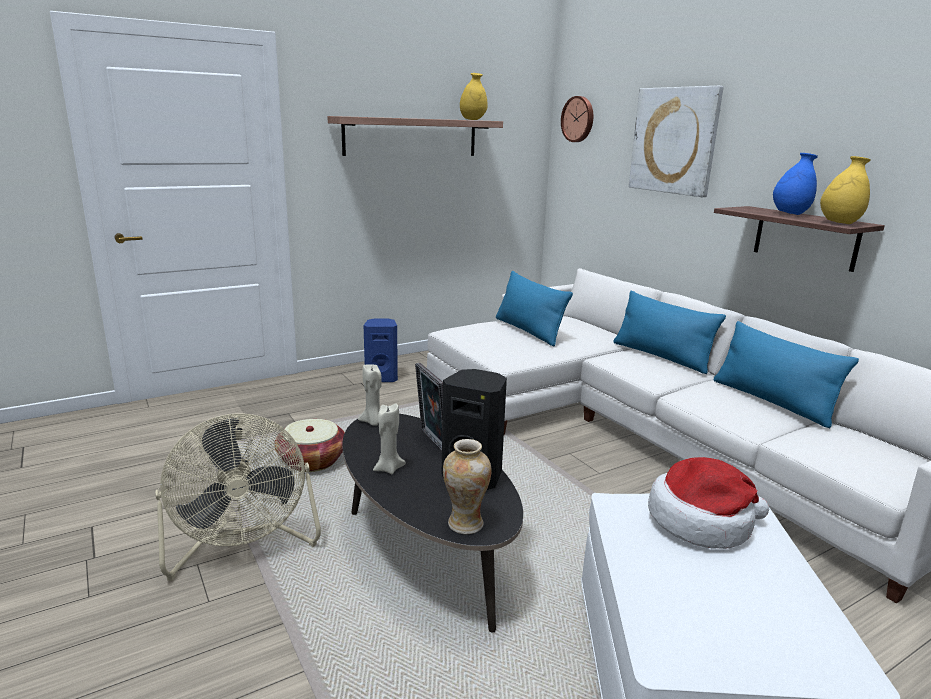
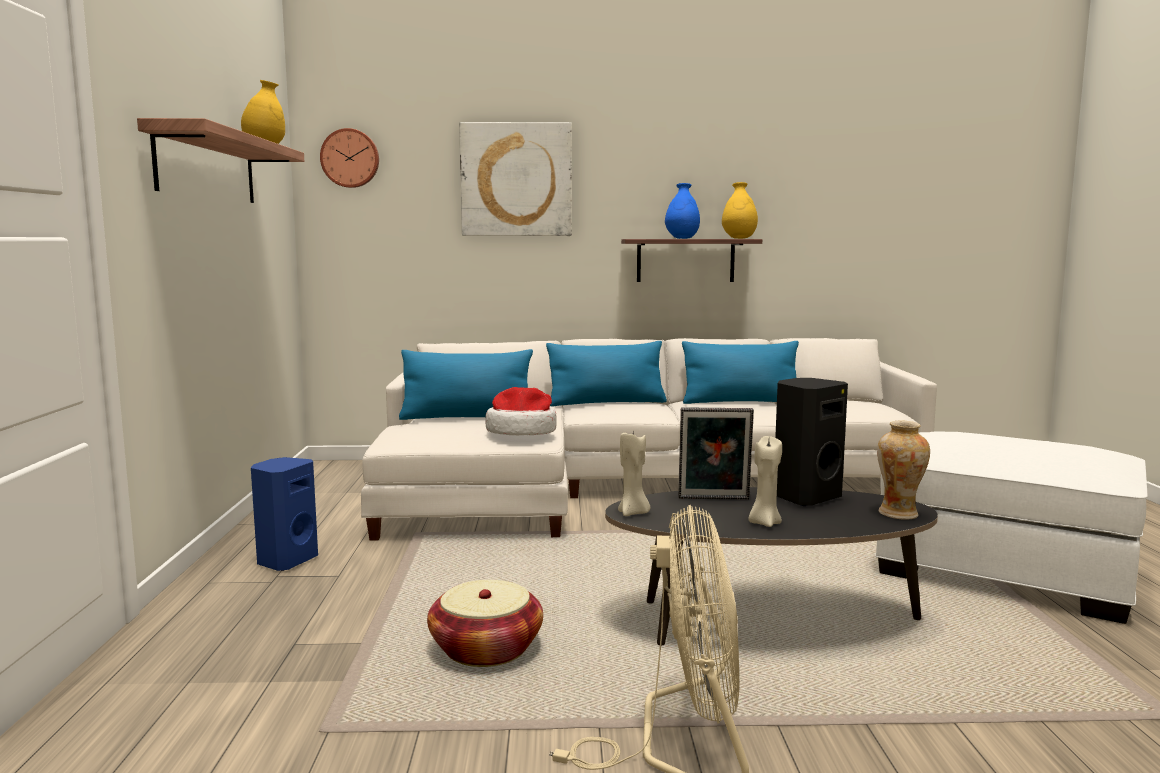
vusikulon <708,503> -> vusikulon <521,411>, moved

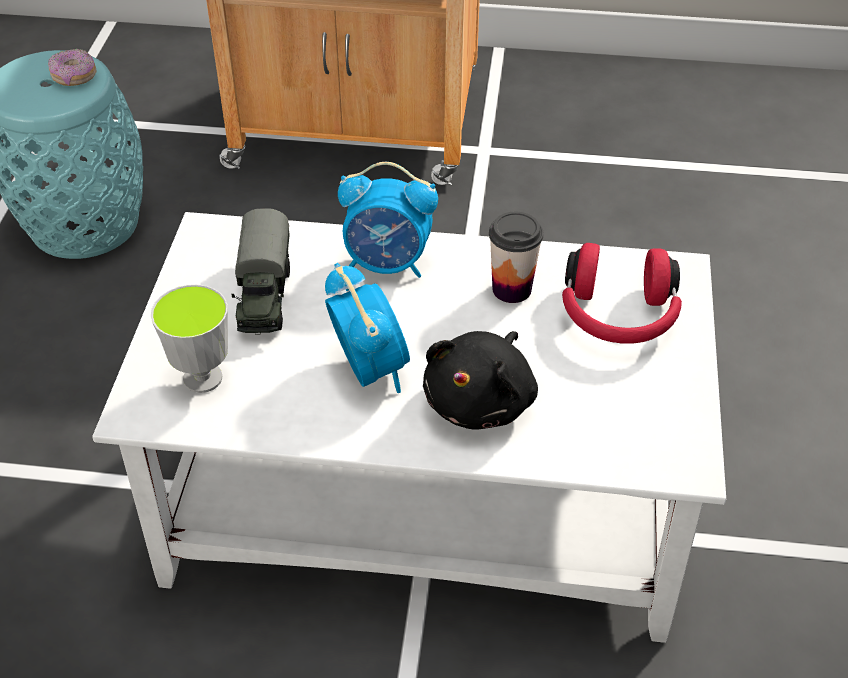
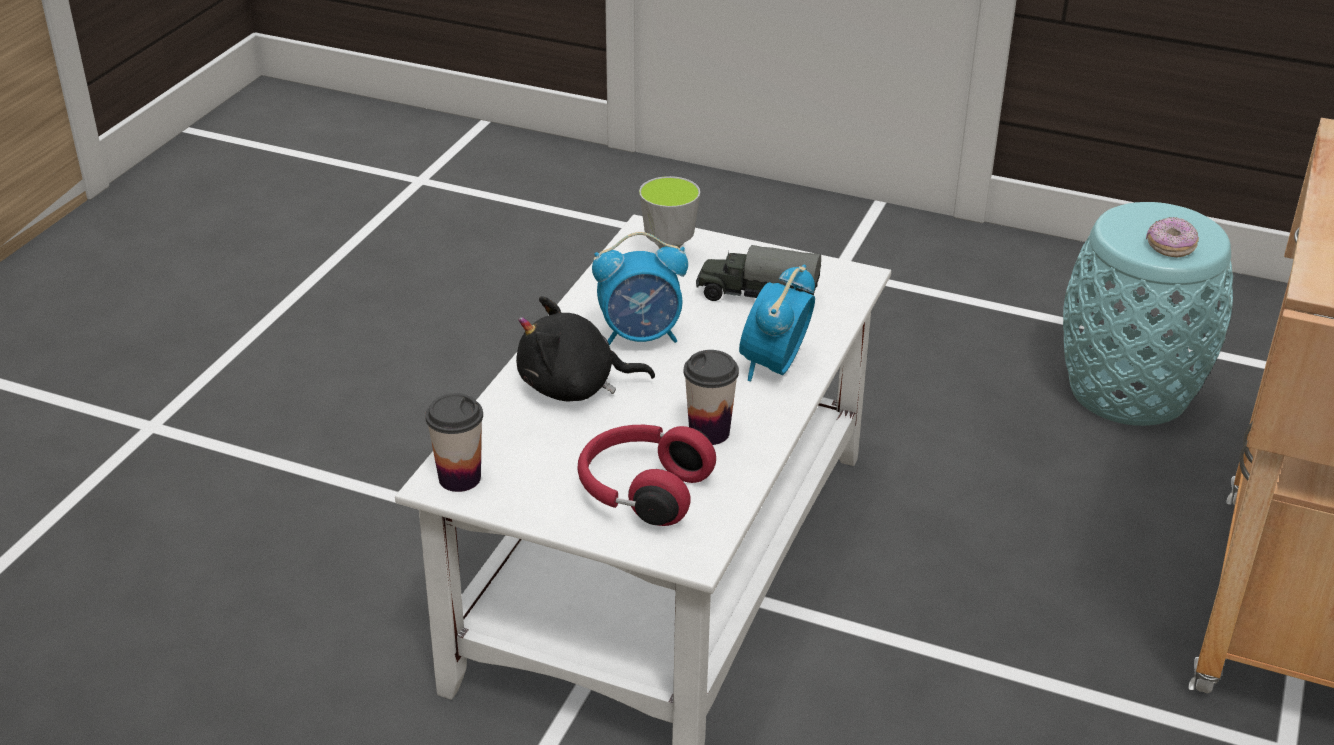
none -> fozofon <454,442>
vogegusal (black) <480,380> -> vogegusal (black) <585,348>, 45 degrees counterclockwise

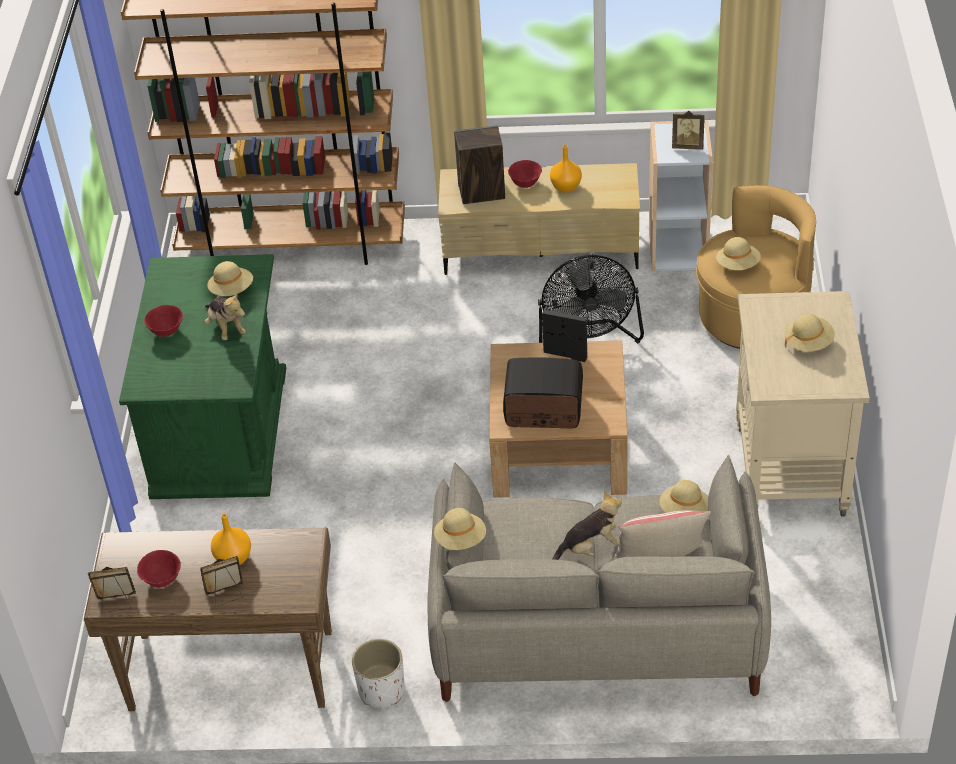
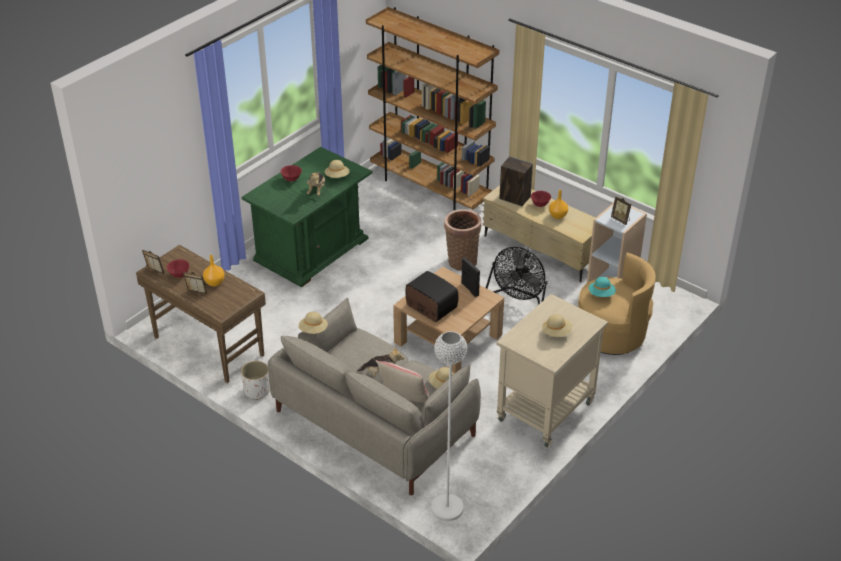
none -> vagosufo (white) <449,426>
none -> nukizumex <462,240>
vusikulon (beige) <738,253> -> vusikulon (turquoise) <602,287>

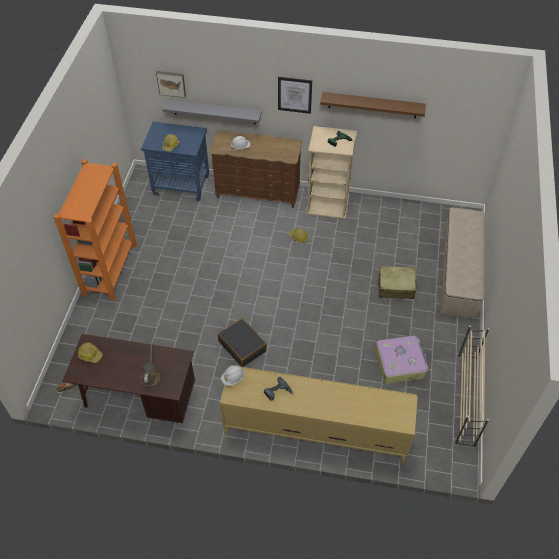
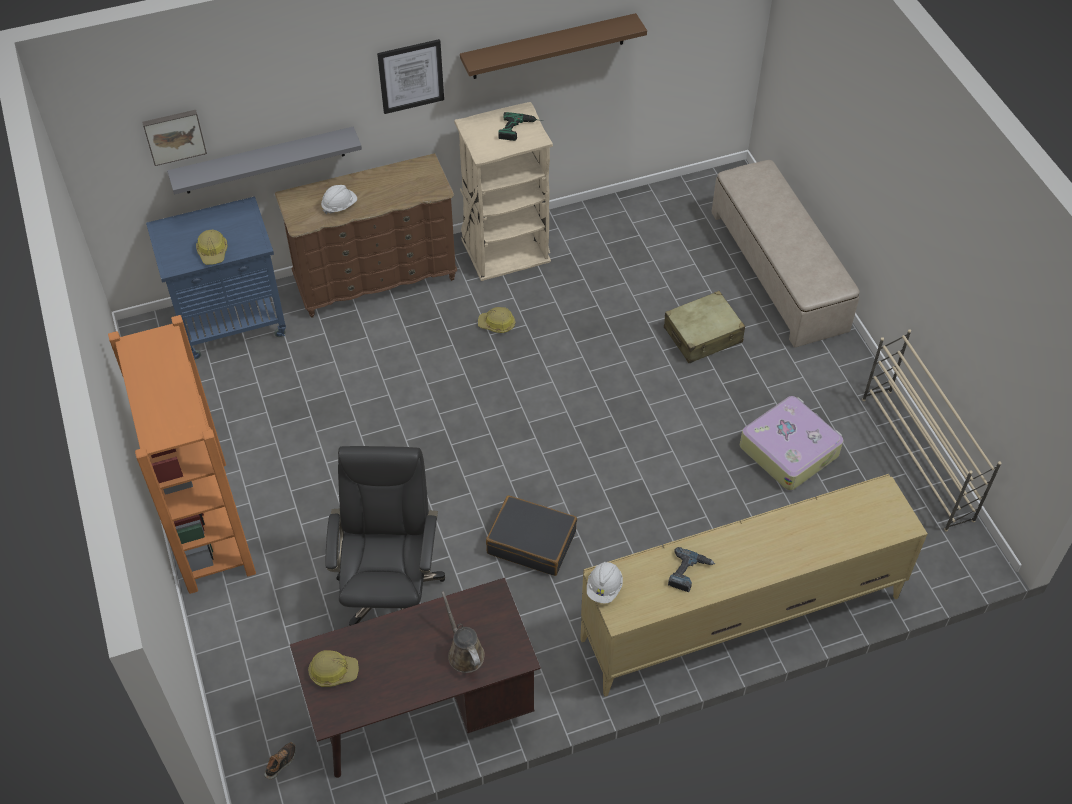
none -> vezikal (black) <385,536>

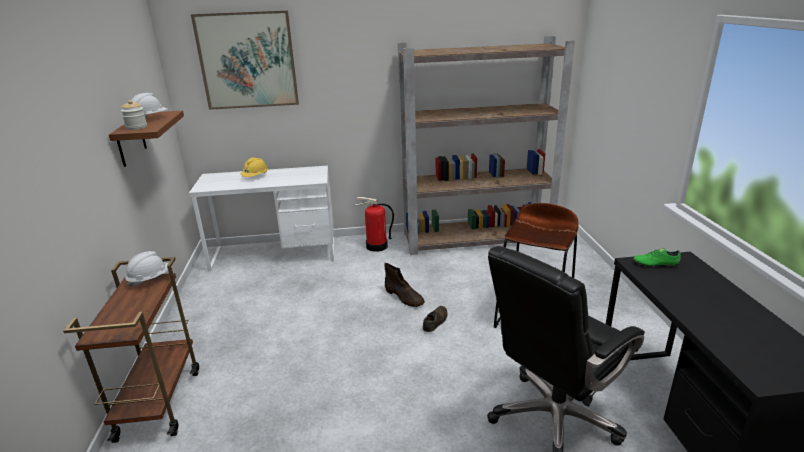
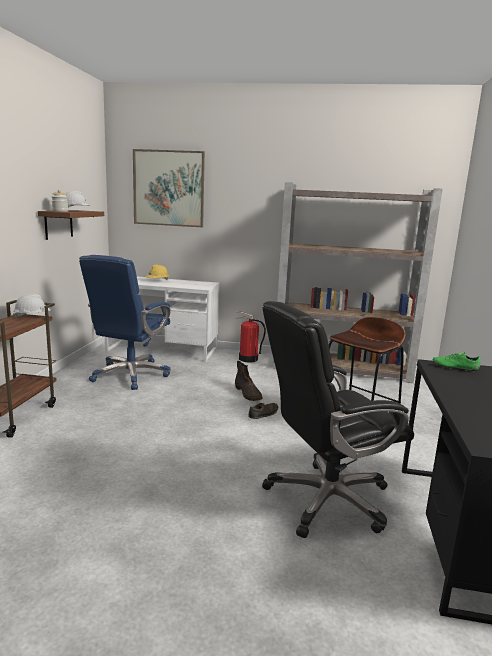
none -> vezikal (blue) <125,322>

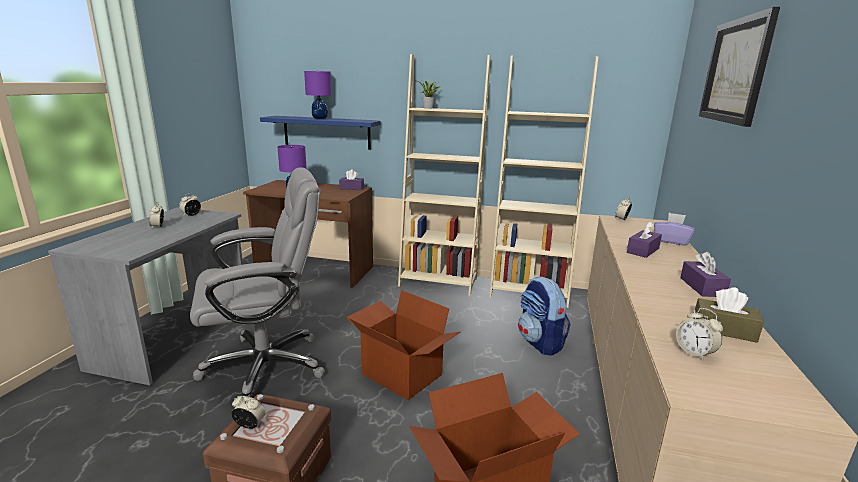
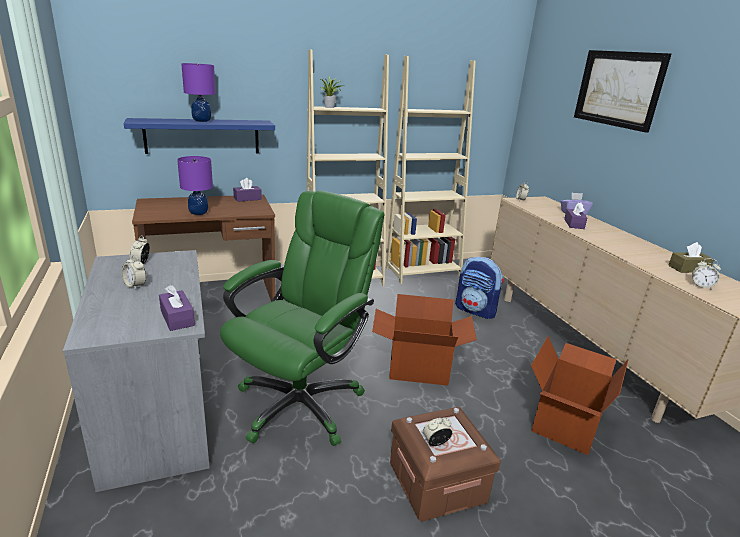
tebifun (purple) <705,274> -> tebifun (purple) <177,308>, moved
vezikal (grey) <257,282> -> vezikal (green) <302,318>

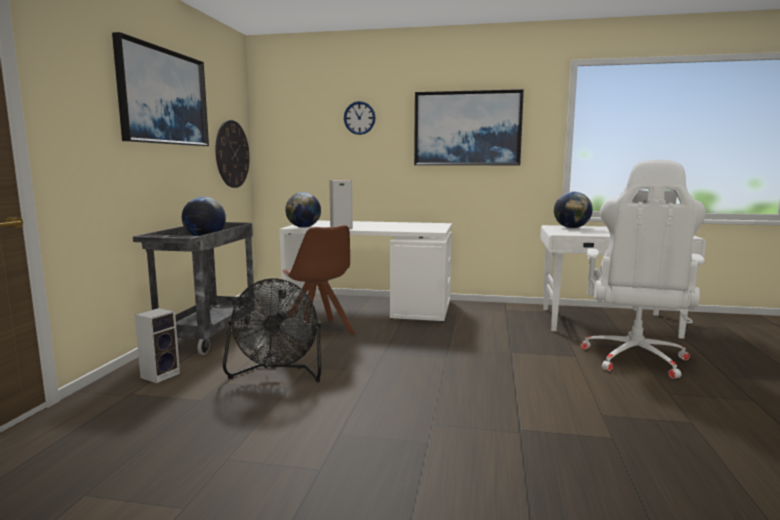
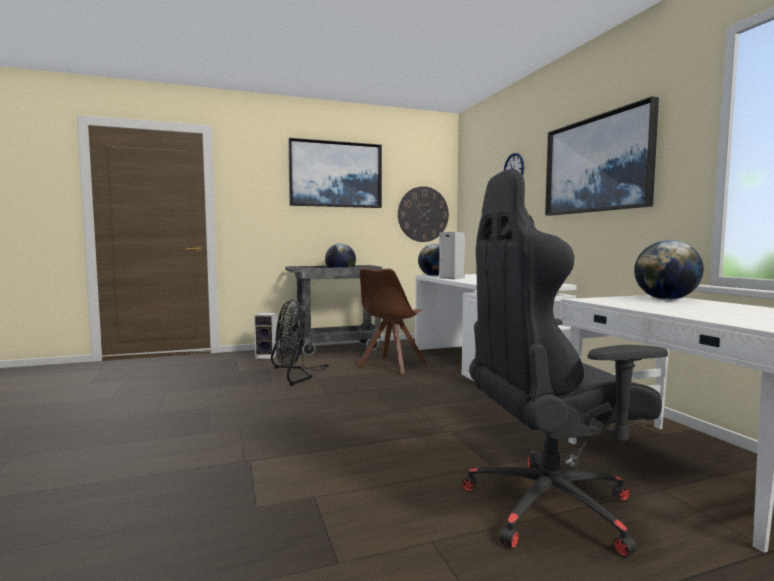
vezikal (white) <643,269> -> vezikal (black) <565,362>

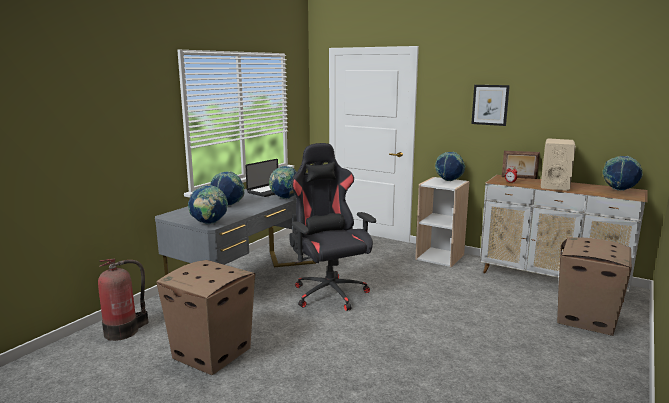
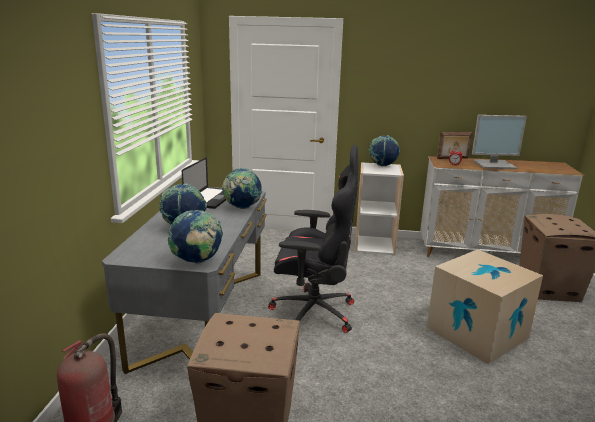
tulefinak <490,105> -> none
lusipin <623,173> -> none
none -> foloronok <485,307>
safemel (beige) <558,164> -> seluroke <499,142>
vezikal (black) <332,227> -> vezikal (black) <313,239>, 150 degrees clockwise

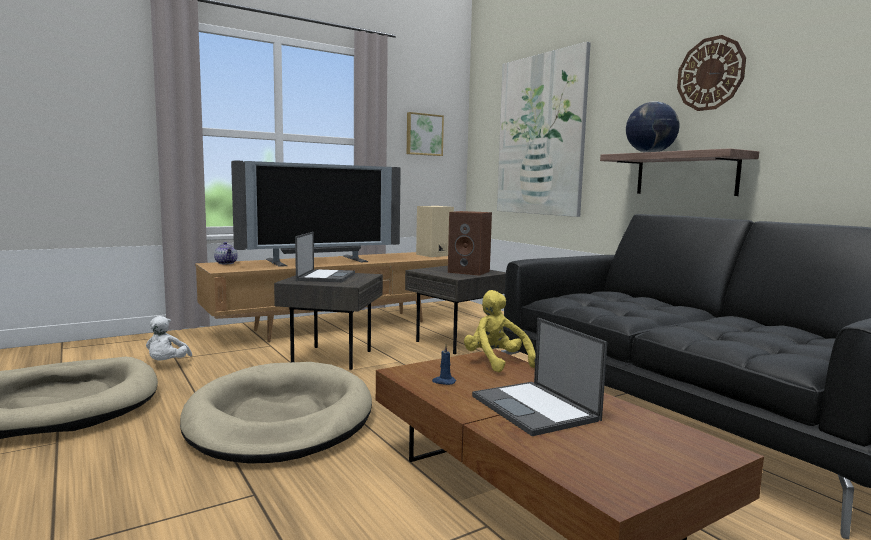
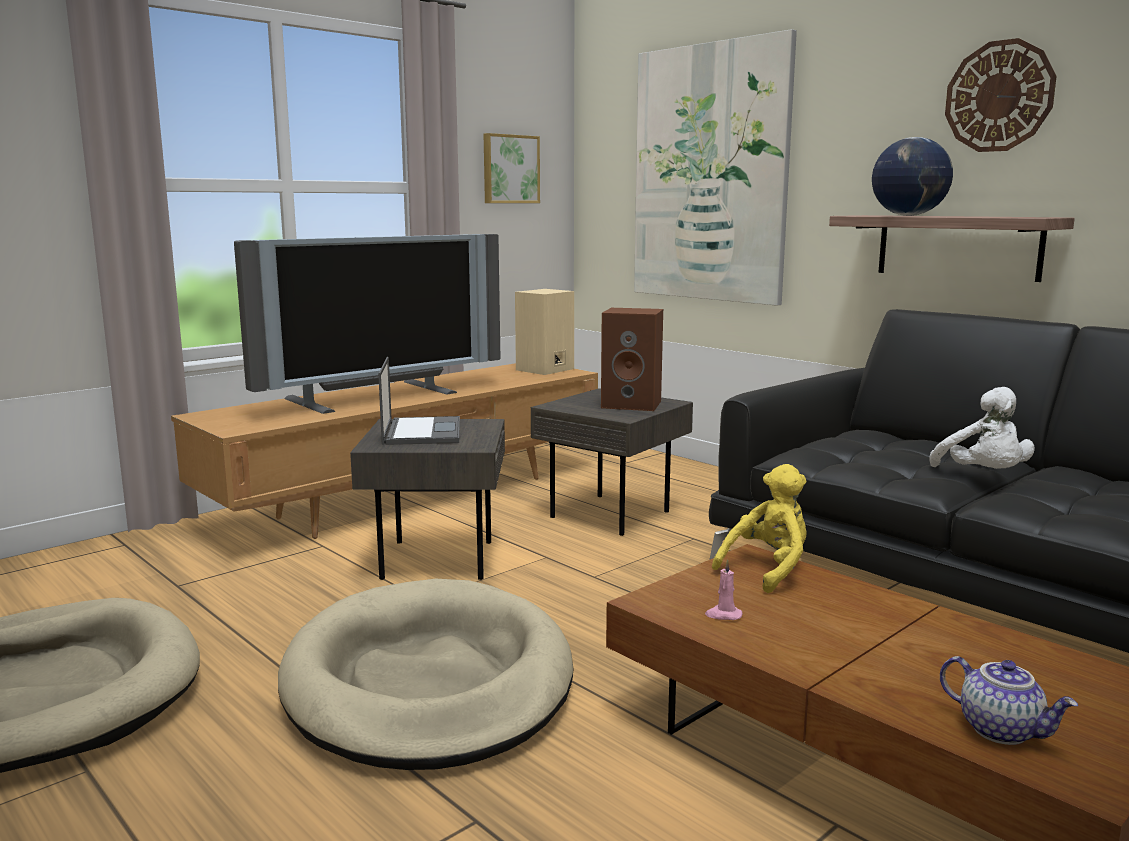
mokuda <539,377> -> none
vogegusal (white) <169,338> -> vogegusal (white) <982,428>, moved
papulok <226,253> -> papulok <1009,700>, moved
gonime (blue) <444,365> -> gonime (pink) <723,589>
vogegusal (yellow) <500,331> -> vogegusal (yellow) <759,528>, 90 degrees clockwise

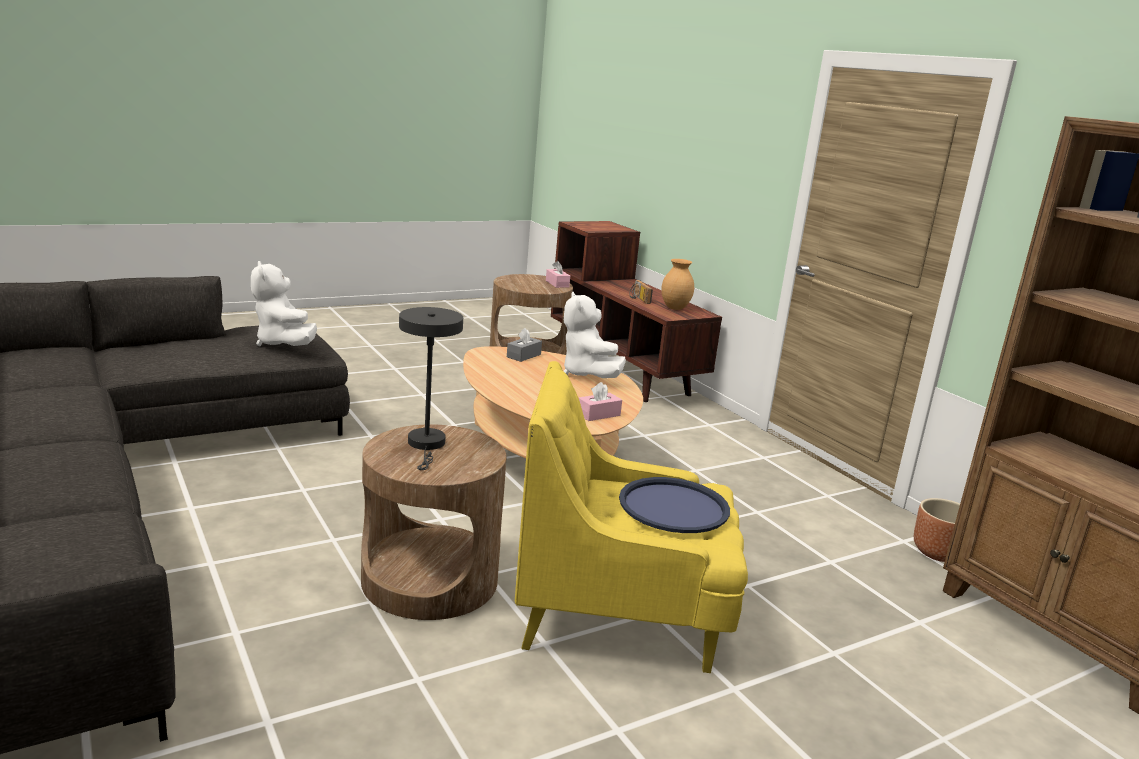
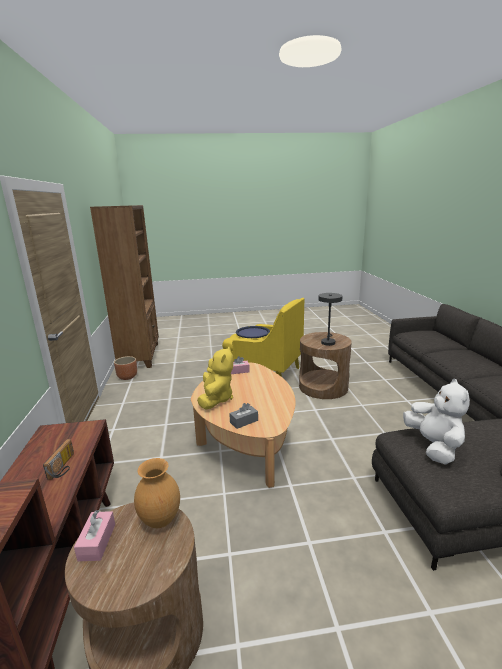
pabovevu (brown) <677,284> -> pabovevu (brown) <157,493>, moved
vogegusal (white) <594,335> -> vogegusal (yellow) <215,378>

